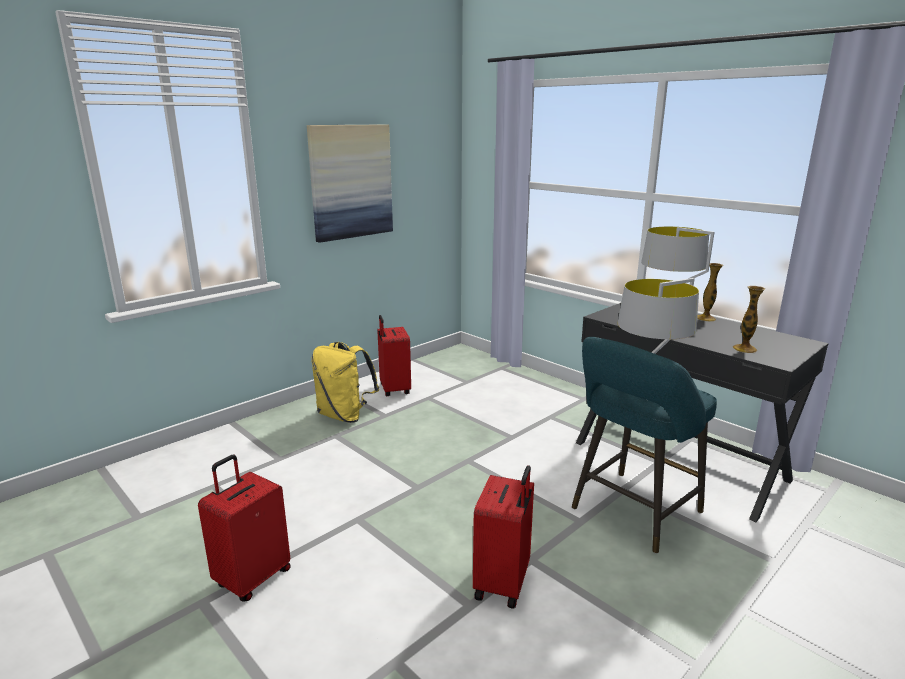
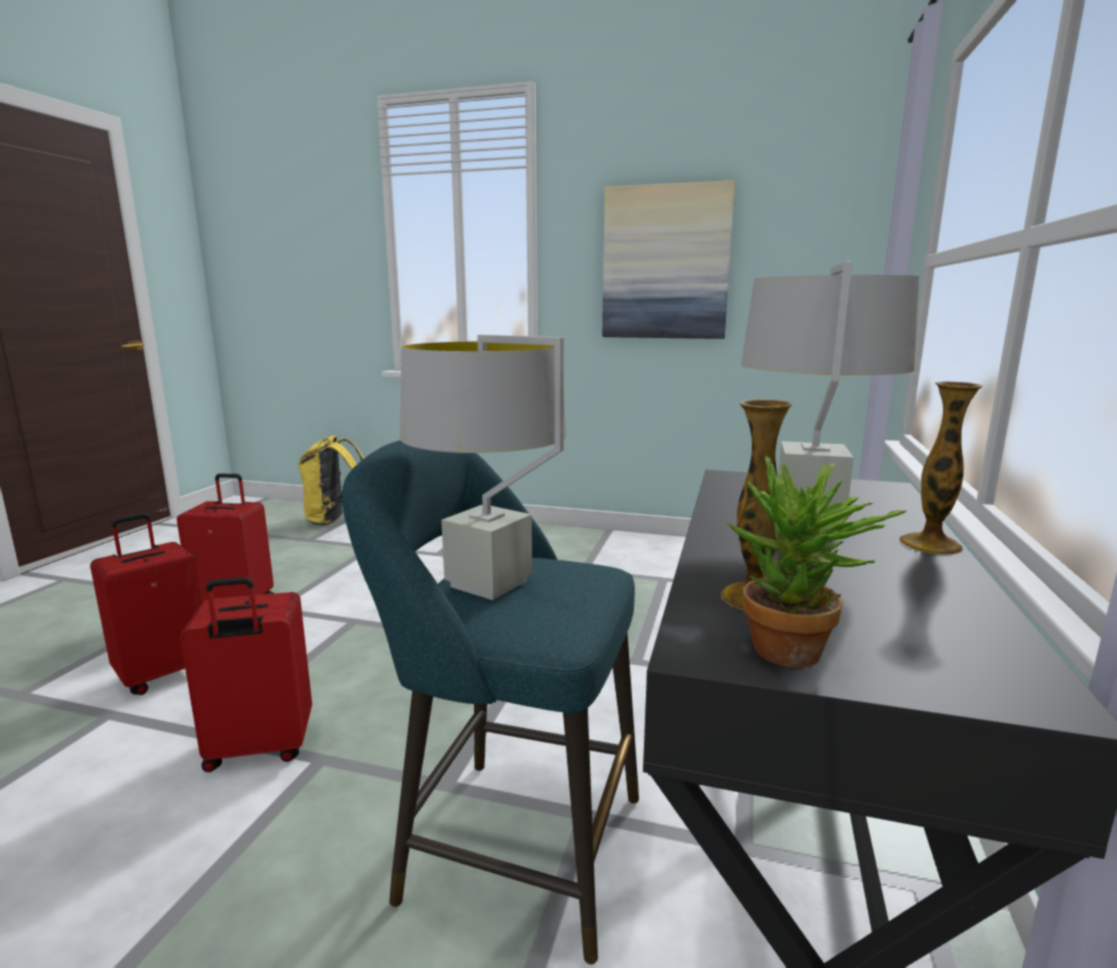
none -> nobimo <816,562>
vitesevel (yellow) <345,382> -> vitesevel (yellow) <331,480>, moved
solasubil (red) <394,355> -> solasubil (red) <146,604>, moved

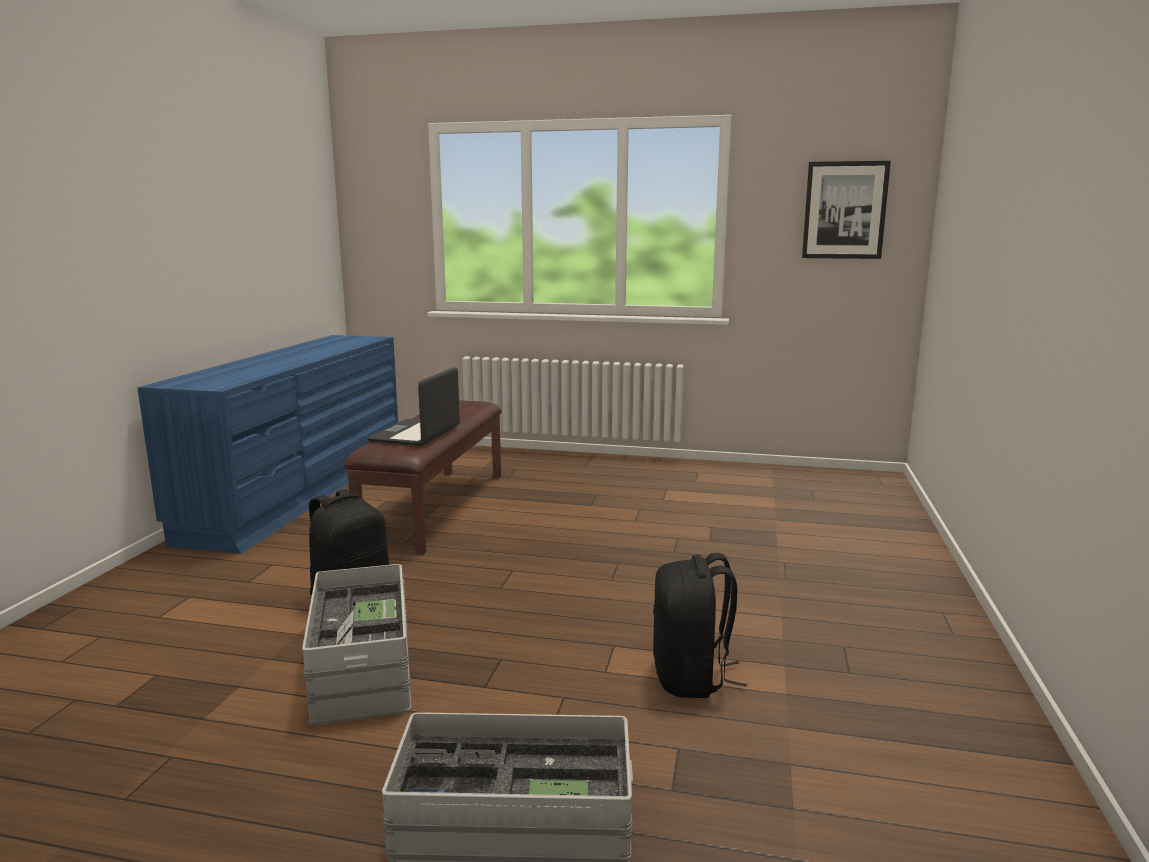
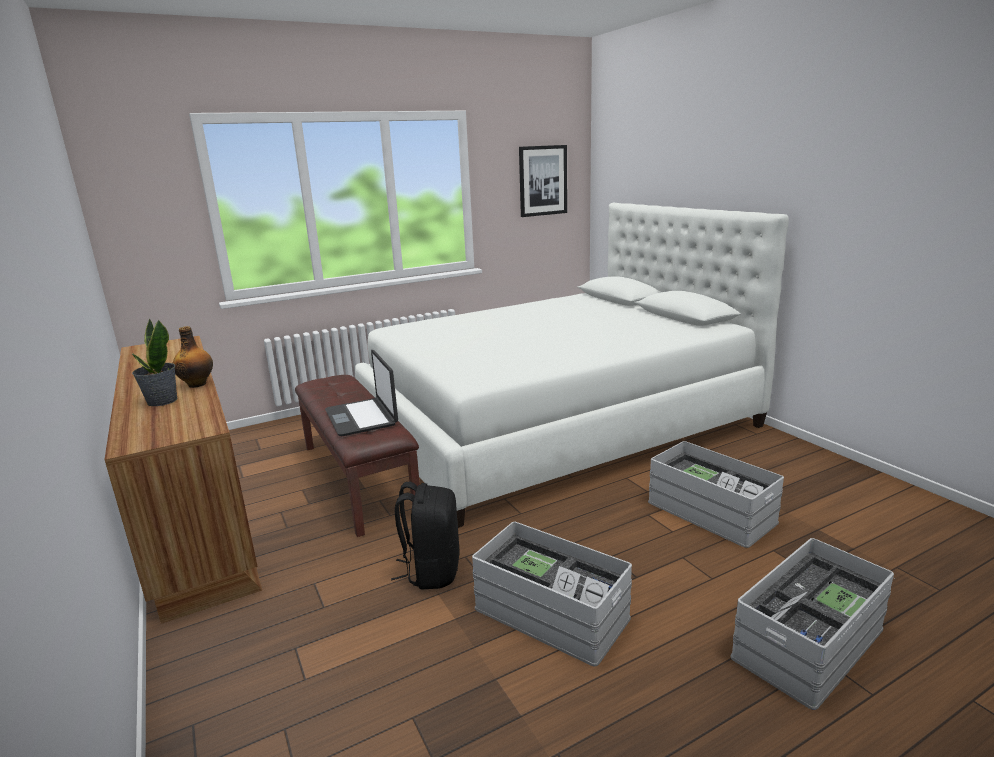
none -> nobimo <155,362>
none -> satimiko <193,357>
none -> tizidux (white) <572,365>
vitesevel (black) <700,625> -> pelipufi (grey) <716,494>
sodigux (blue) <267,444> -> sodigux (brown) <183,480>

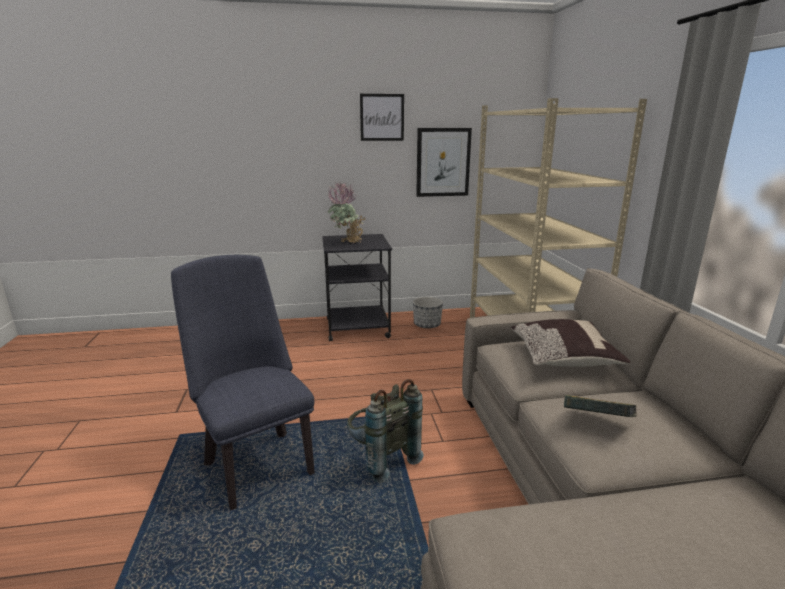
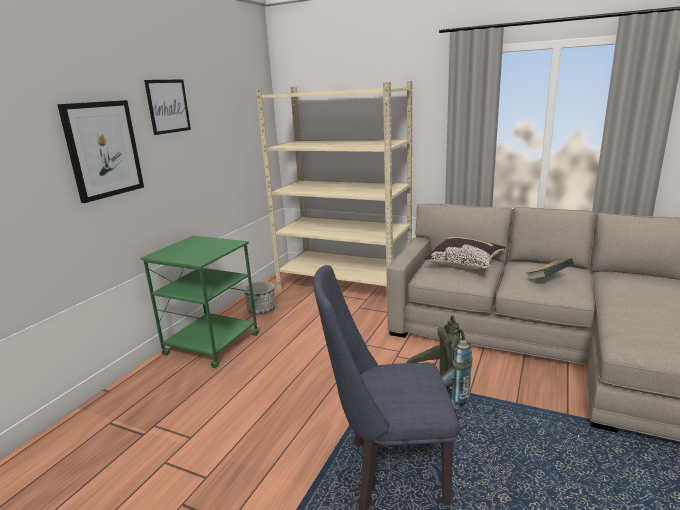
nobimo <347,212> -> none
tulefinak <444,162> -> tulefinak <100,151>, moved
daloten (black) <357,287> -> daloten (green) <200,301>

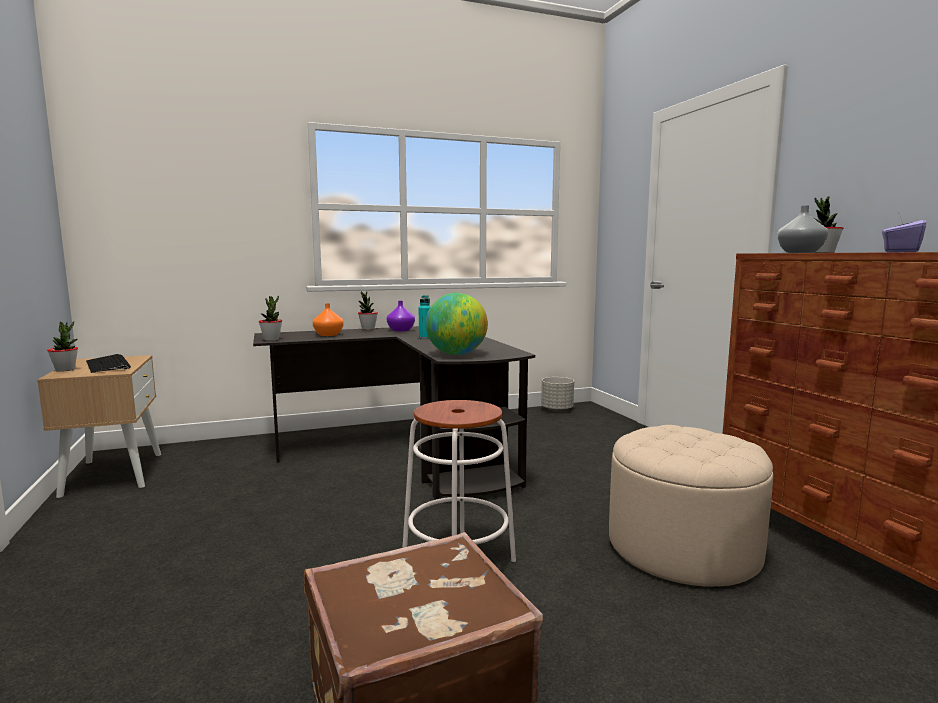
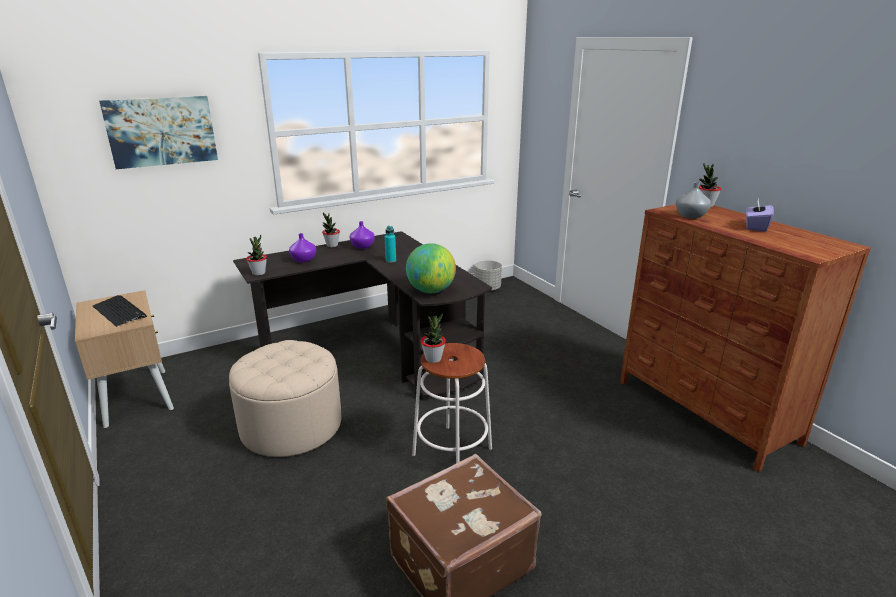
none -> tulefinak <158,132>
nobimo <62,346> -> nobimo <433,338>, moved
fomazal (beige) <691,506> -> fomazal (beige) <285,398>, moved
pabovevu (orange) <328,319> -> pabovevu (purple) <302,248>

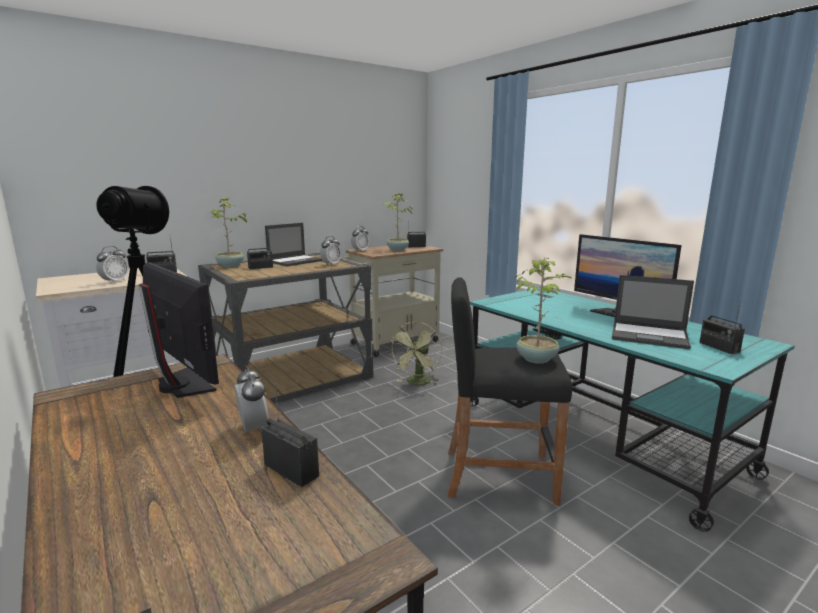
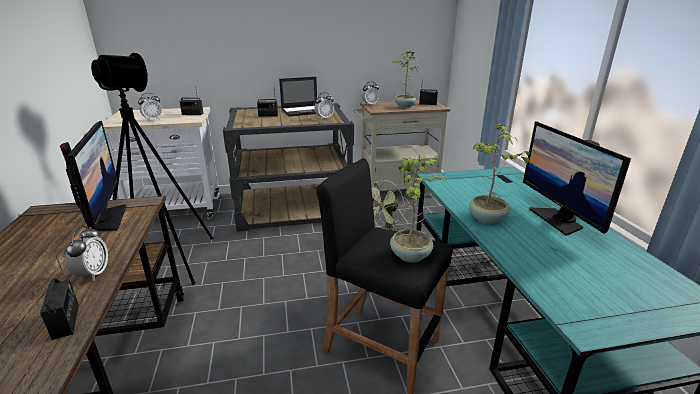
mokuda <653,312> -> none
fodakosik <722,328> -> none
nobimo <228,232> -> nobimo <500,173>, moved

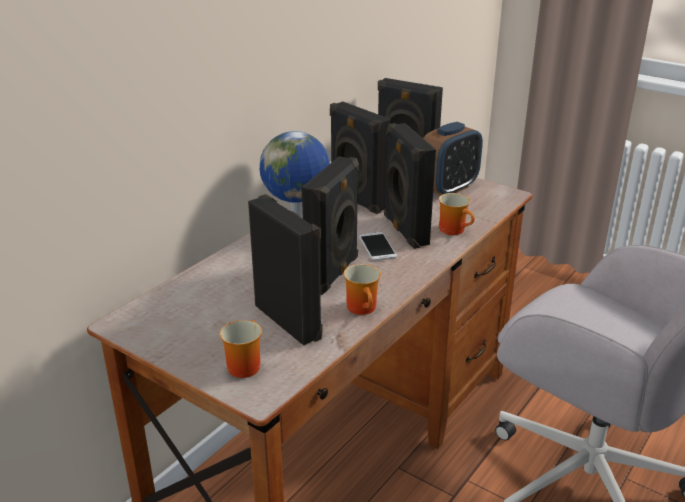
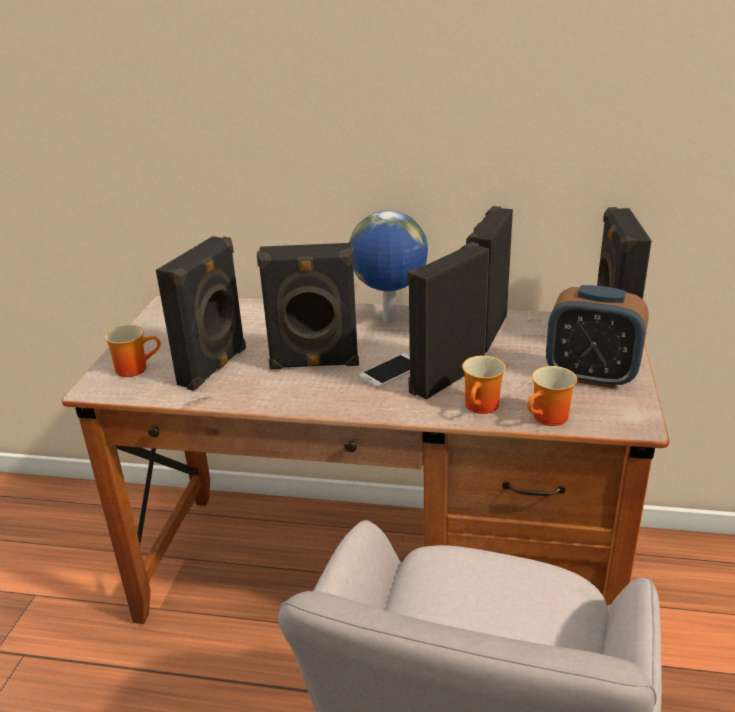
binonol <362,289> -> binonol <552,396>, moved

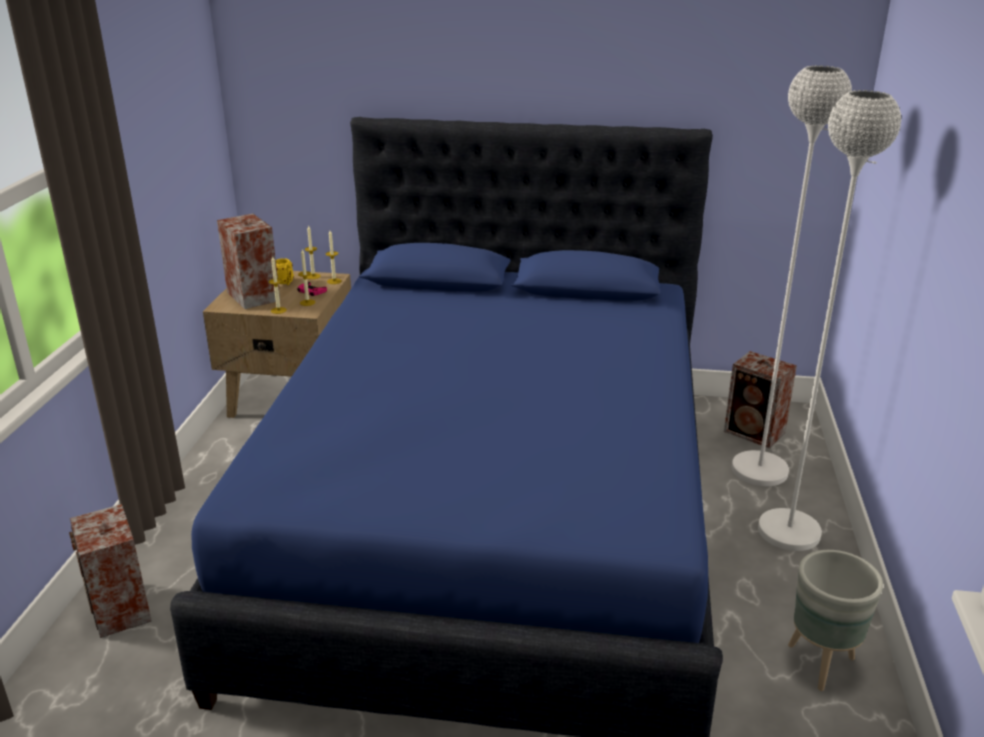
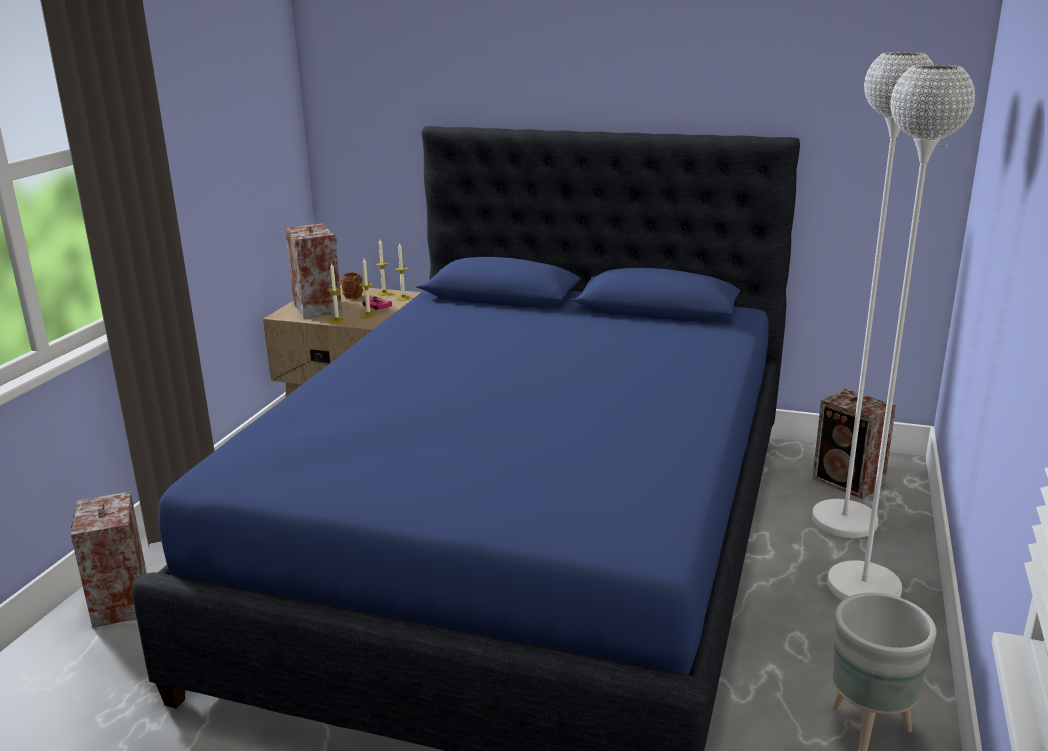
binonol (yellow) <285,271> -> binonol (brown) <352,285>

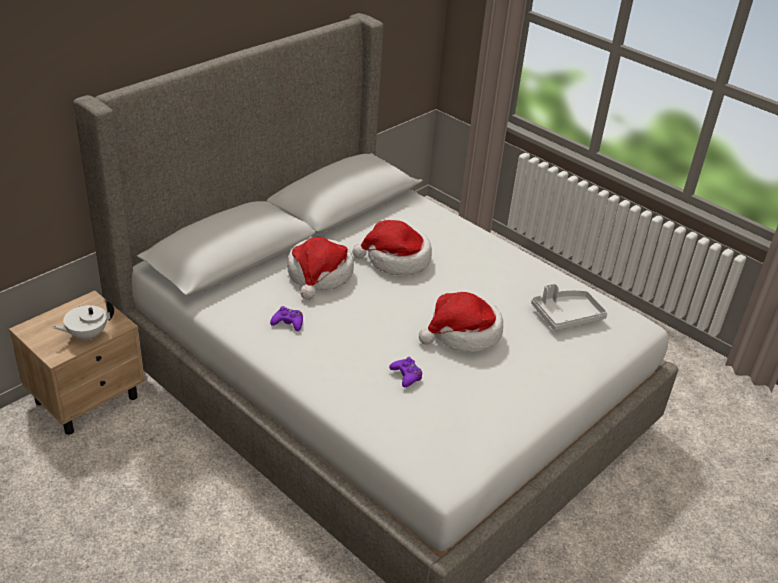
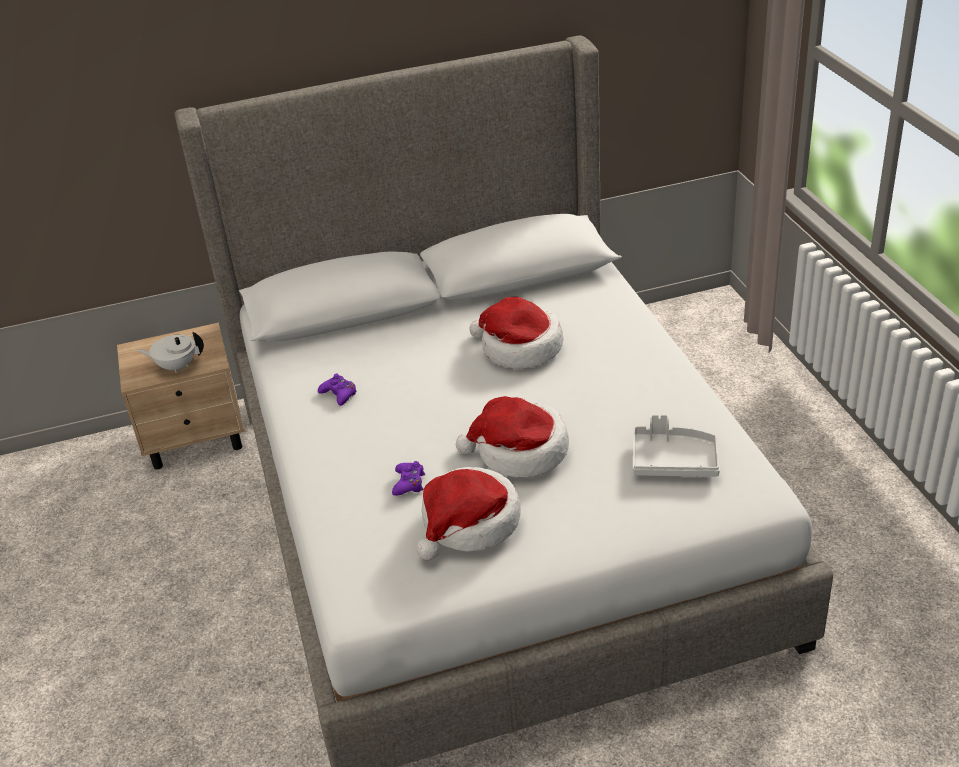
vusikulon <320,268> -> vusikulon <468,513>, moved

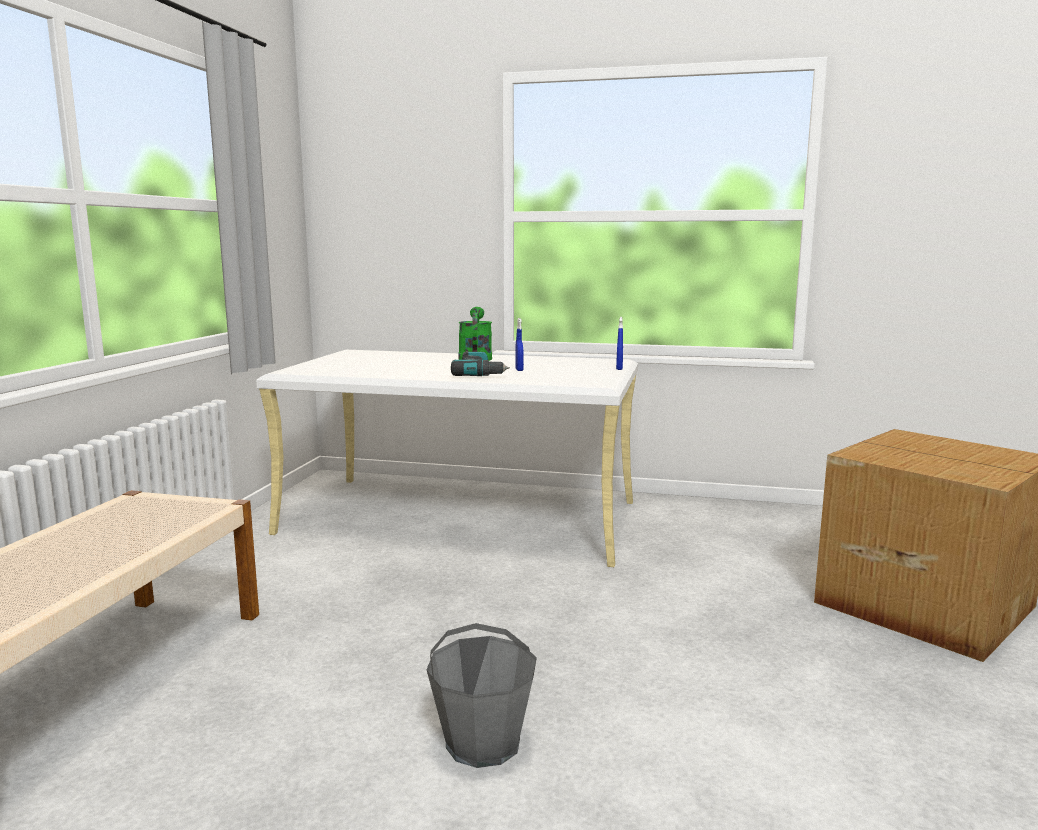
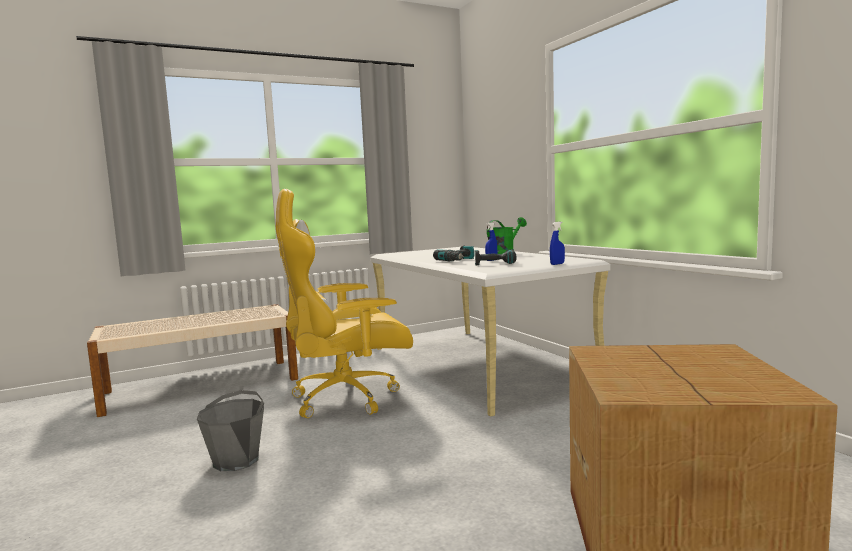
none -> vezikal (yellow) <344,303>
none -> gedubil <496,257>

